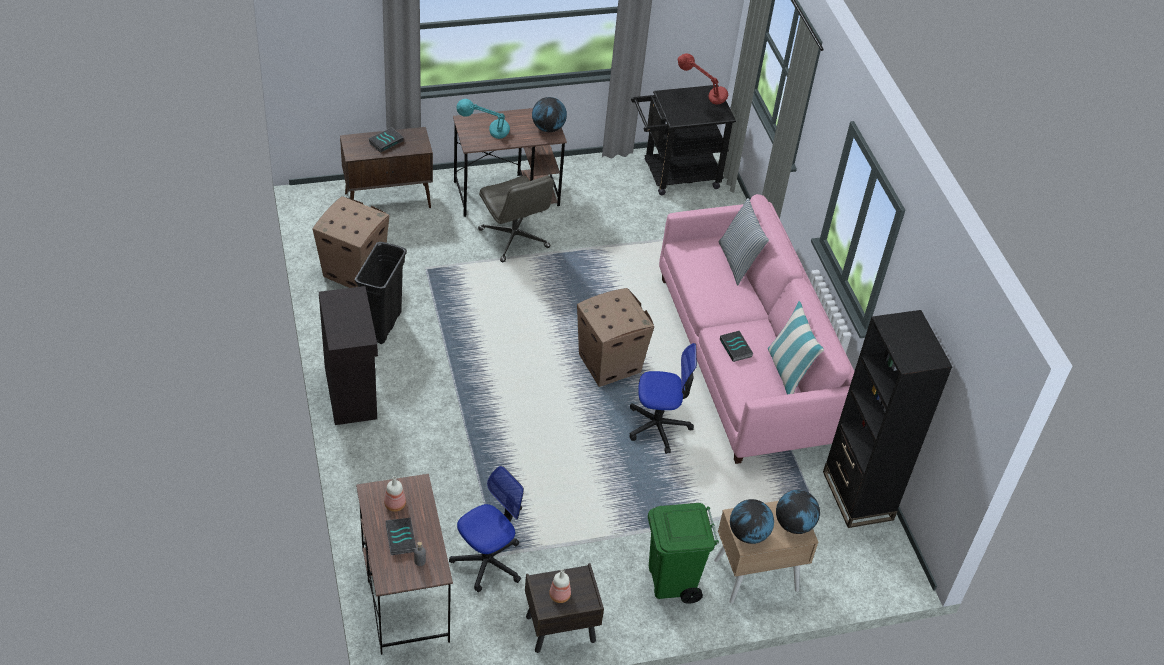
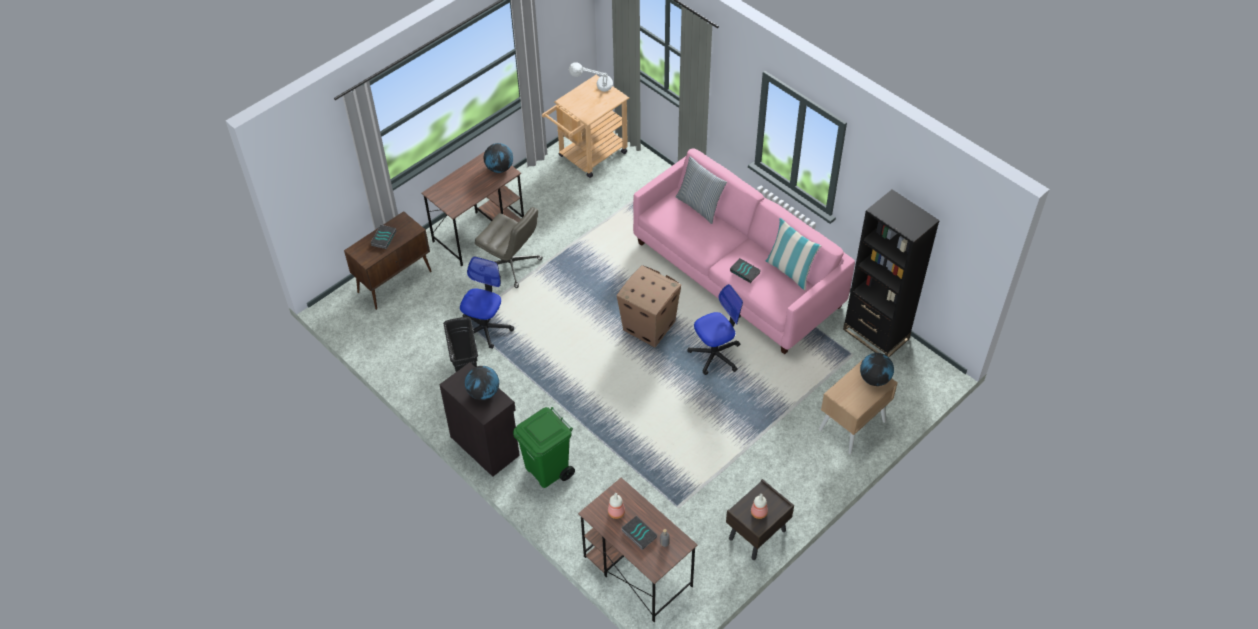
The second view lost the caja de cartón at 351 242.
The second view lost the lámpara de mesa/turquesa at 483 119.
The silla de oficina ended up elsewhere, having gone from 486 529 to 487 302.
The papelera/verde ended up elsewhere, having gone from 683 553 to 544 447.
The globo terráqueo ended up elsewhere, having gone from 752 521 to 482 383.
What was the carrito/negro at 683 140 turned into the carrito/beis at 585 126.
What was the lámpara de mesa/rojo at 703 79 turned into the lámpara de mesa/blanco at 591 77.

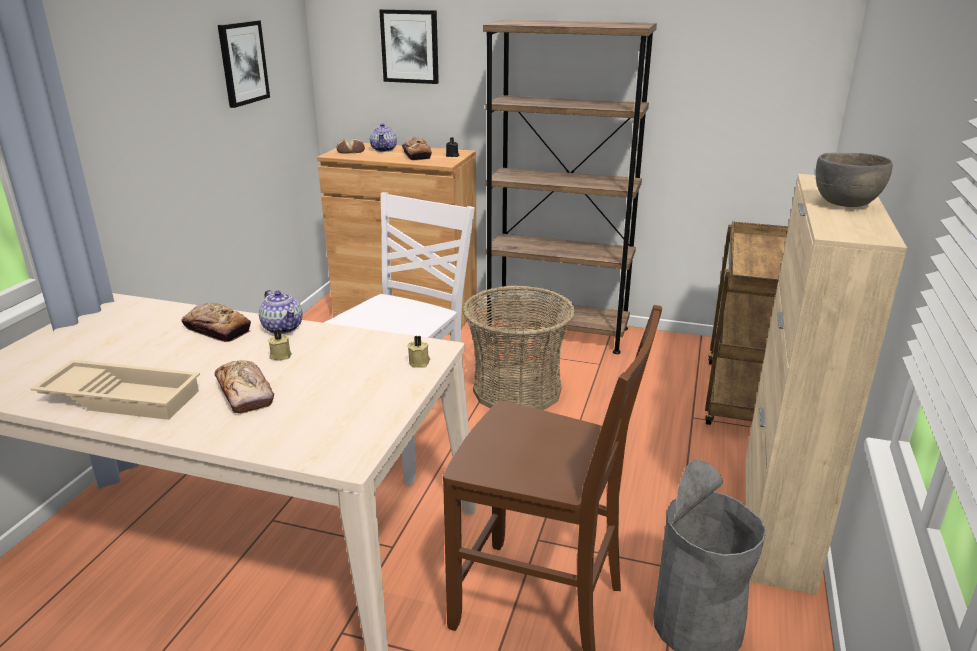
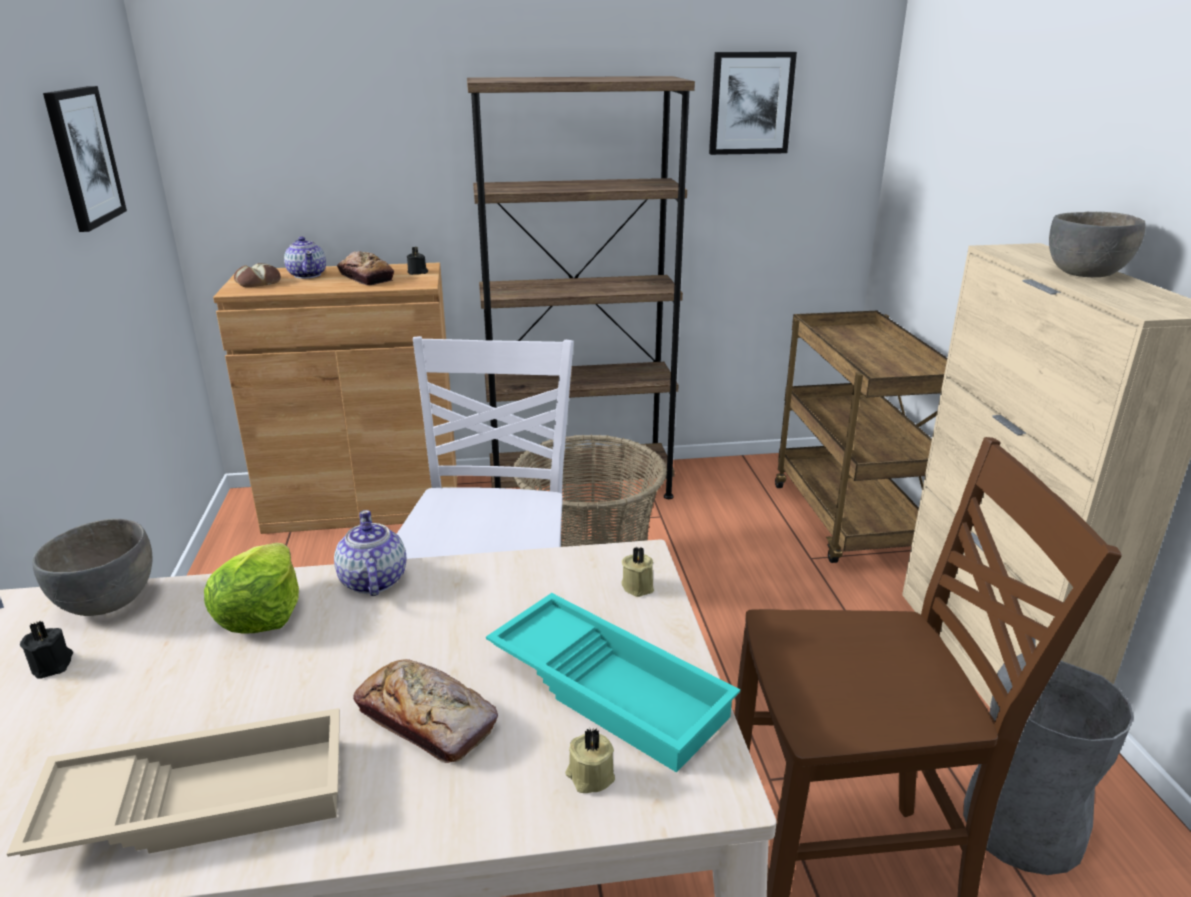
The second view gained the vela/negro at 46 650.
The second view gained the cuenco/gris at 92 567.
The second view gained the bandeja/turquesa at 613 683.
The vela/beis ended up elsewhere, having gone from 280 345 to 590 760.
The cuadro ended up elsewhere, having gone from 409 46 to 753 103.
Where the pan stood at 216 322, the lechuga came to stand at 251 588.
The tetera at 281 312 ended up facing another way, 135 degrees counterclockwise from before.

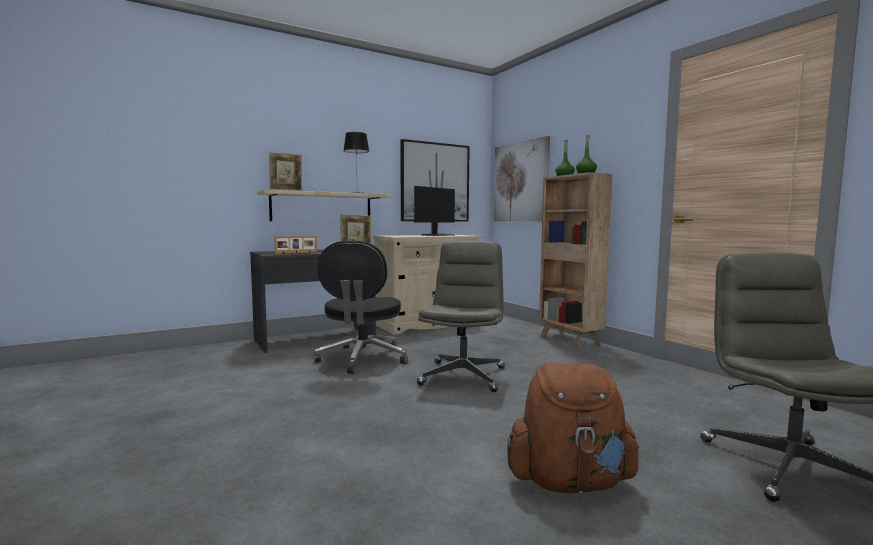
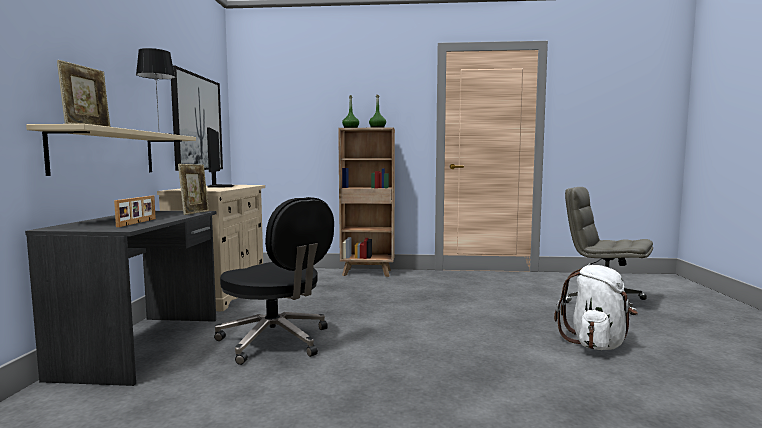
The second view lost the silla de oficina/gris at 461 316.
The second view lost the cuadro at 522 179.
What was the mochila/marrón at 573 428 turned into the mochila/blanco at 596 307.

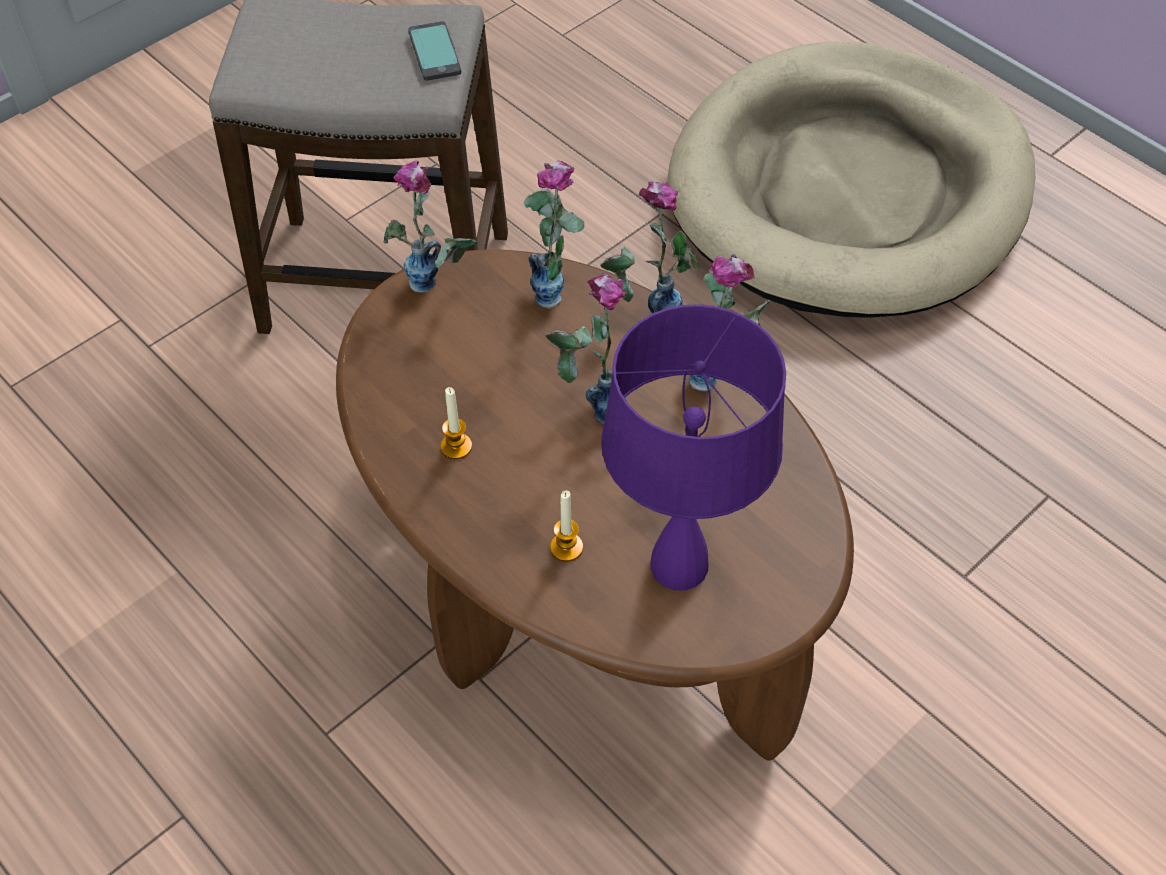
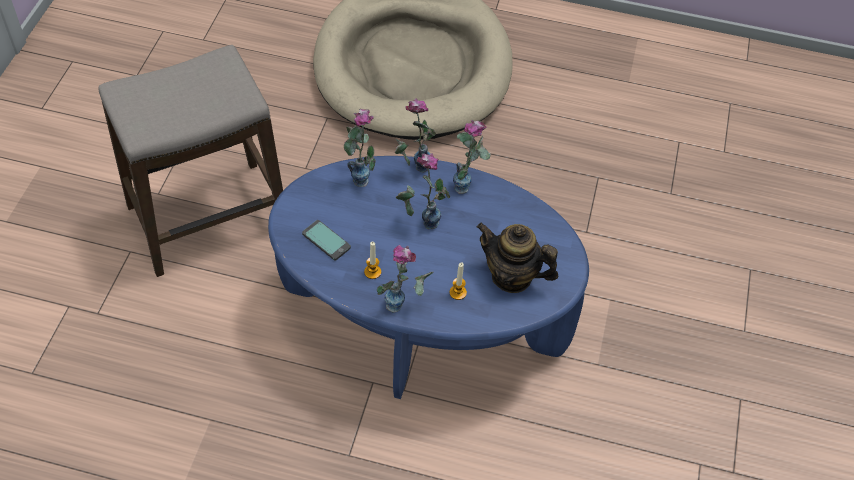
The florero ended up elsewhere, having gone from 430 227 to 405 278.
The móvil ended up elsewhere, having gone from 434 51 to 326 240.
Where the lámpara de mesa/morado stood at 693 447, the tetera came to stand at 517 258.
What was the mesa de centro/marrón at 595 505 turned into the mesa de centro/azul at 428 277.

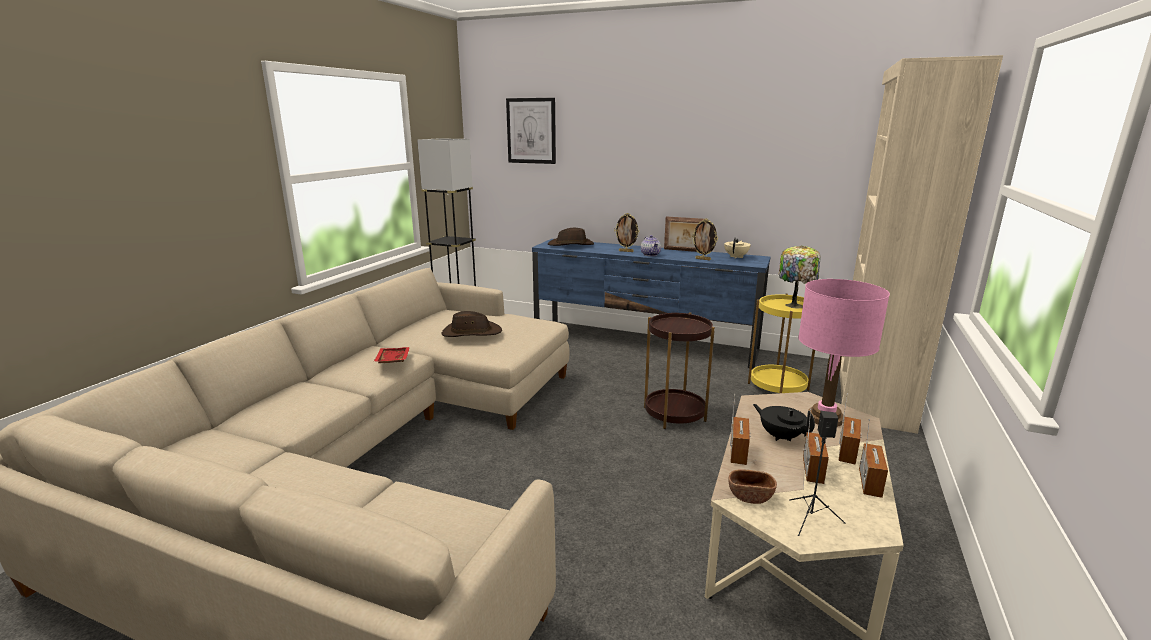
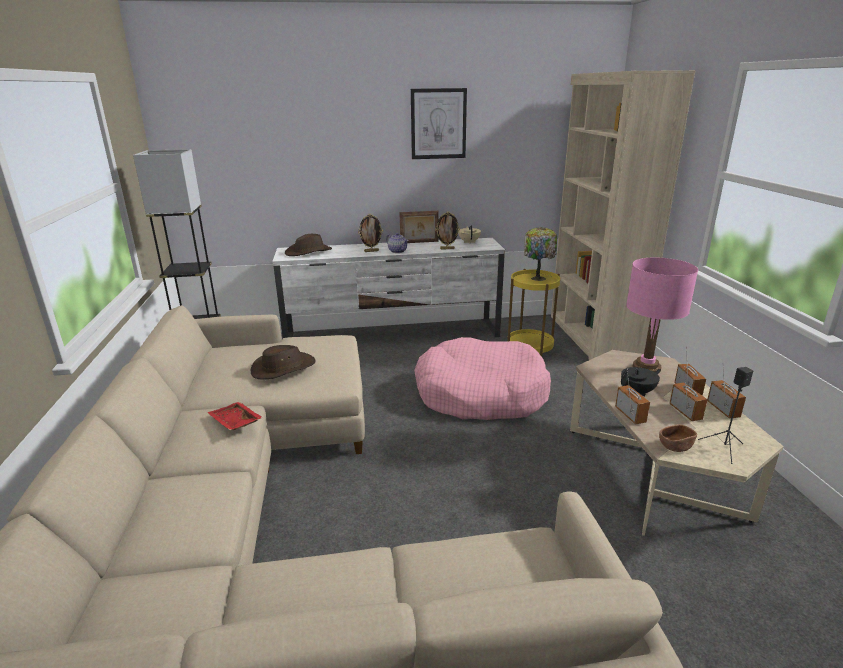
The cuadro ended up elsewhere, having gone from 531 131 to 439 123.
Where the mesa auxiliar/marrón stood at 679 370, the cama para perro/rosa came to stand at 482 378.
What was the mueble de televisión/azul at 651 304 turned into the mueble de televisión/blanco at 388 288.
The tetera/negro at 784 422 ended up facing another way, 135 degrees clockwise from before.

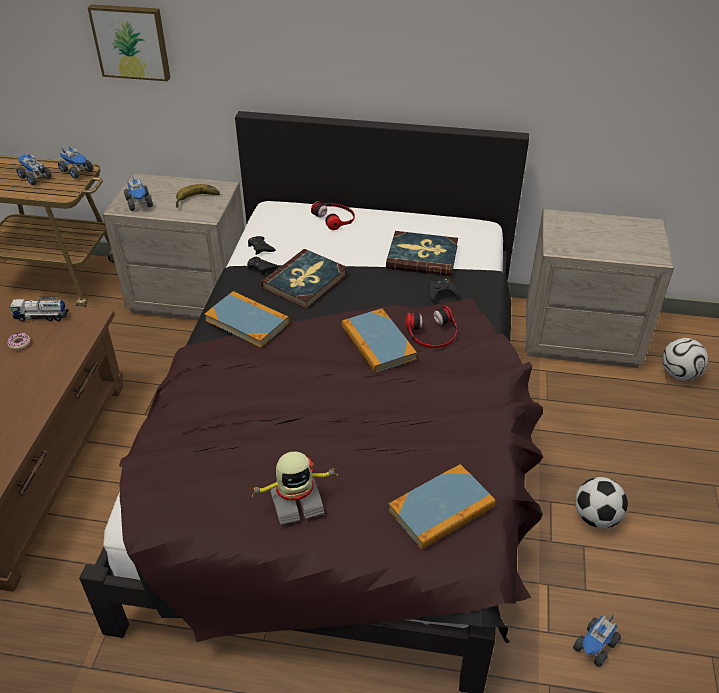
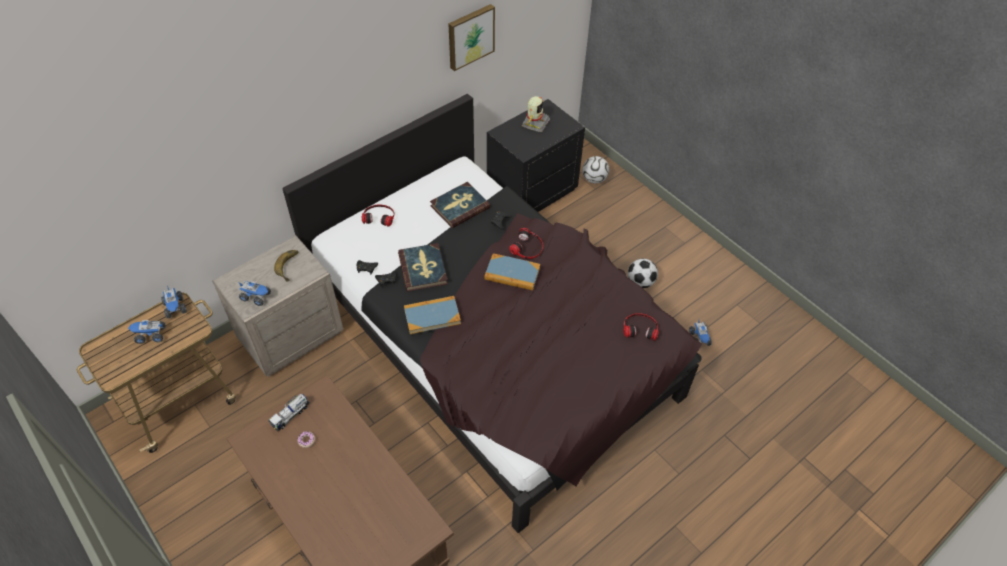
The cuadro ended up elsewhere, having gone from 129 42 to 471 37.
The robot de juguete ended up elsewhere, having gone from 294 488 to 536 114.
Where the libro stood at 442 507, the auriculares came to stand at 641 327.
What was the mesita de noche/beis at 600 288 turned into the mesita de noche/negro at 536 155.
The camión de juguete at 75 162 ended up facing another way, 75 degrees clockwise from before.

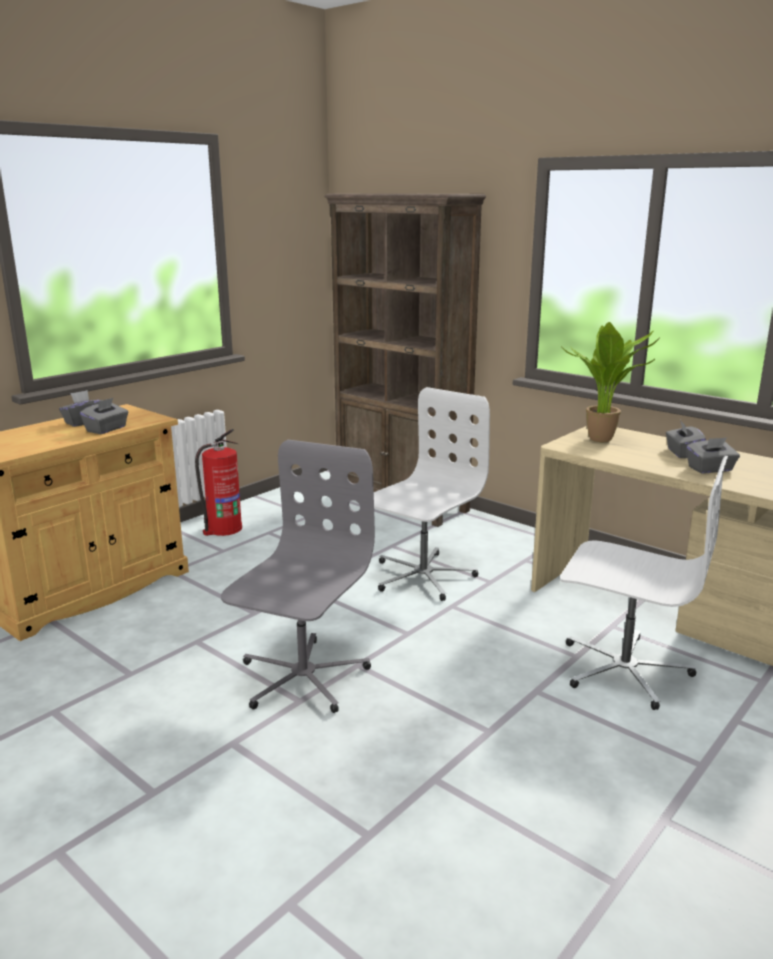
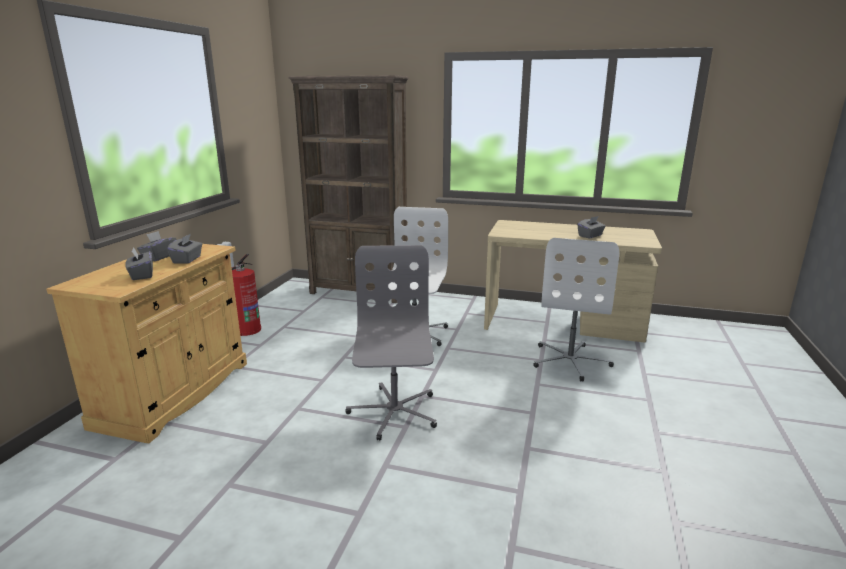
The second view lost the planta en maceta at 610 382.
The caja de pañuelos/gris ended up elsewhere, having gone from 686 439 to 139 263.
The silla de oficina/blanco at 644 583 ended up facing another way, 105 degrees clockwise from before.

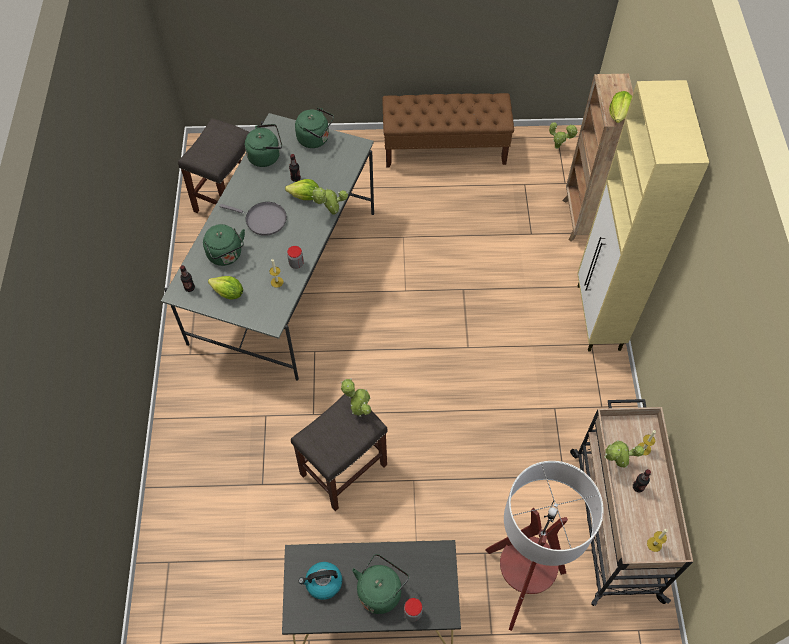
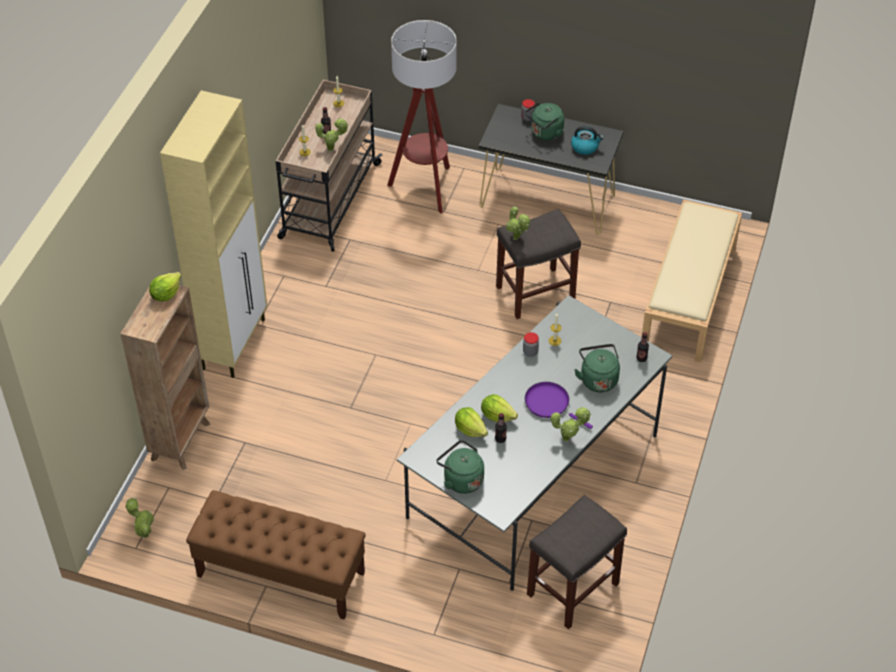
The second view lost the hervidor/verde at 263 145.
The second view gained the banco/beis at 692 280.
The lechuga ended up elsewhere, having gone from 225 288 to 471 422.
The planta en maceta ended up elsewhere, having gone from 330 201 to 571 424.
What was the sartén/gris at 253 219 turned into the sartén/morado at 559 405.

